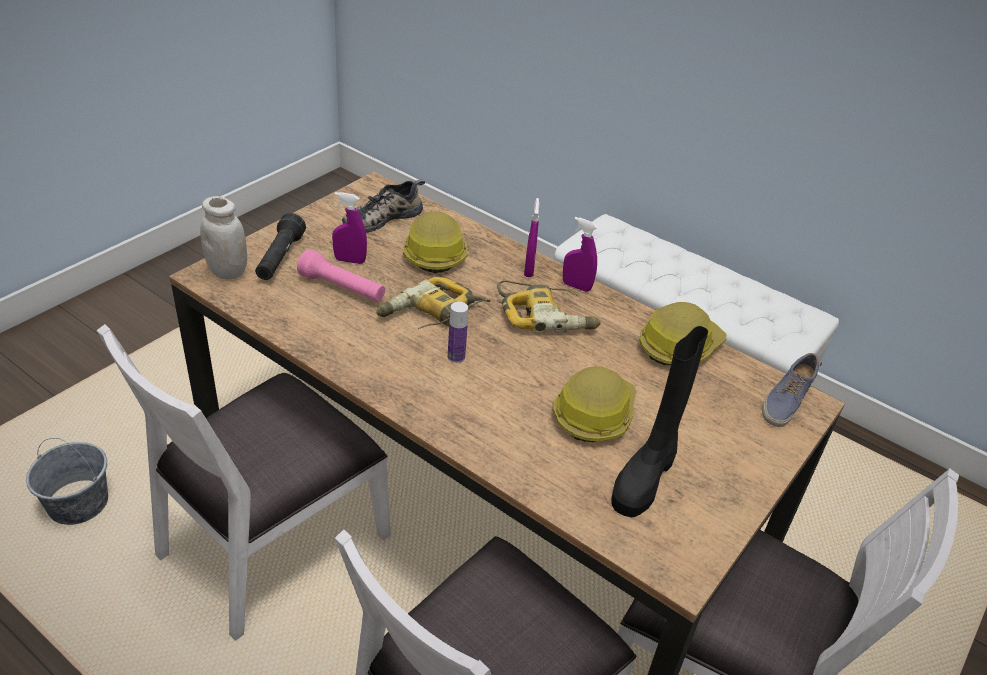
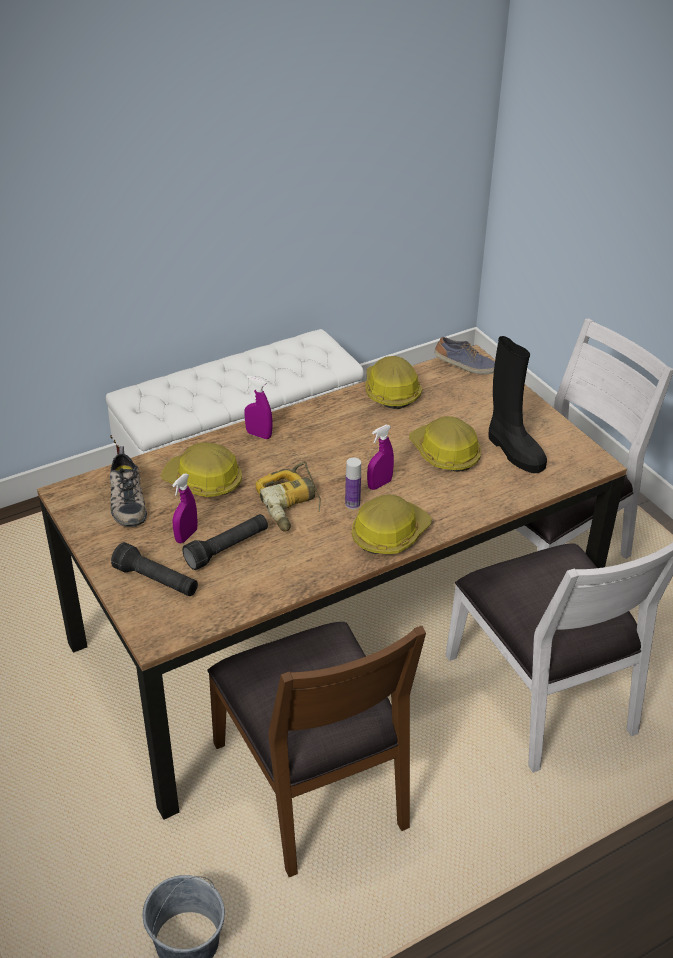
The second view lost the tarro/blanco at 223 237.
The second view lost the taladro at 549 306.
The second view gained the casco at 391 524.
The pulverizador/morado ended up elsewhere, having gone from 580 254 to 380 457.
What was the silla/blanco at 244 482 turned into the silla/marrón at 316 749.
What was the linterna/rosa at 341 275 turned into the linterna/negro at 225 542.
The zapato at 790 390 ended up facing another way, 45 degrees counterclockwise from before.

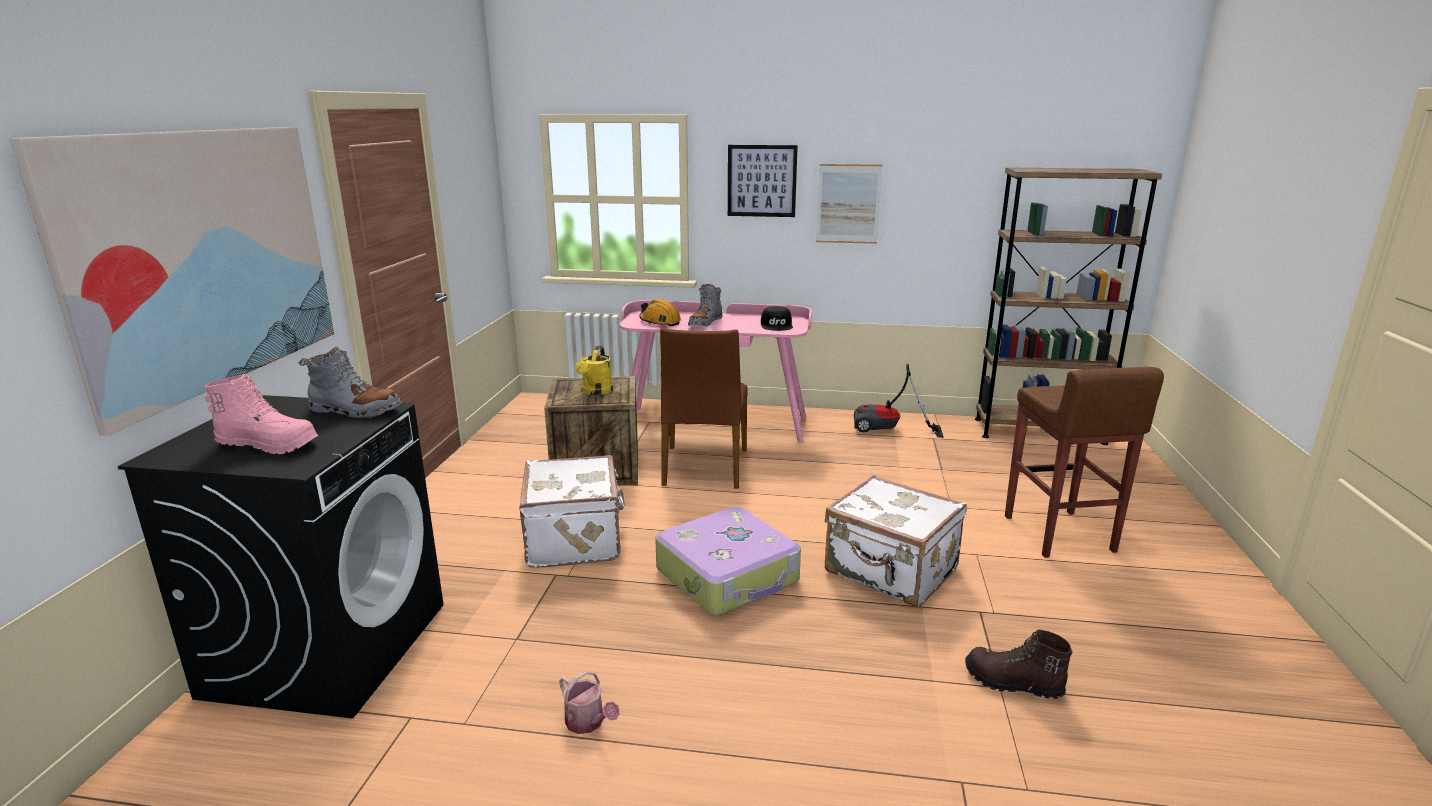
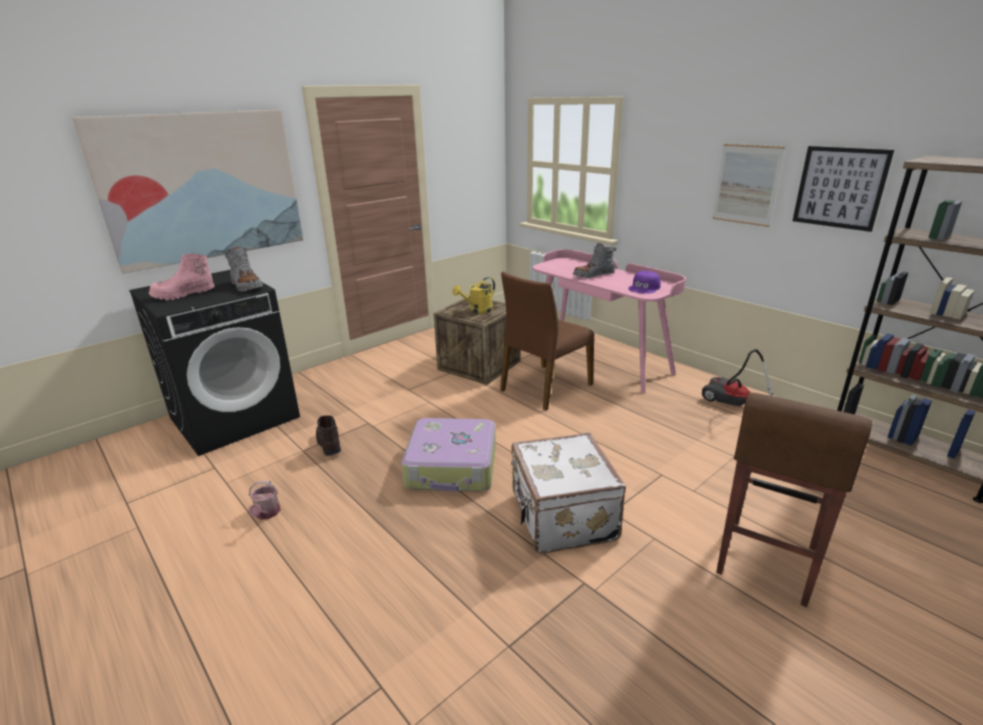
The second view lost the maleta/blanco at 572 511.
The second view lost the casco/naranja at 660 312.
The cuadro ended up elsewhere, having gone from 763 181 to 843 189.
The bota/marrón ended up elsewhere, having gone from 1018 664 to 328 435.
What was the gorra/negro at 777 318 turned into the gorra/morado at 644 282.
The bota/rosa at 261 414 ended up facing another way, 105 degrees clockwise from before.

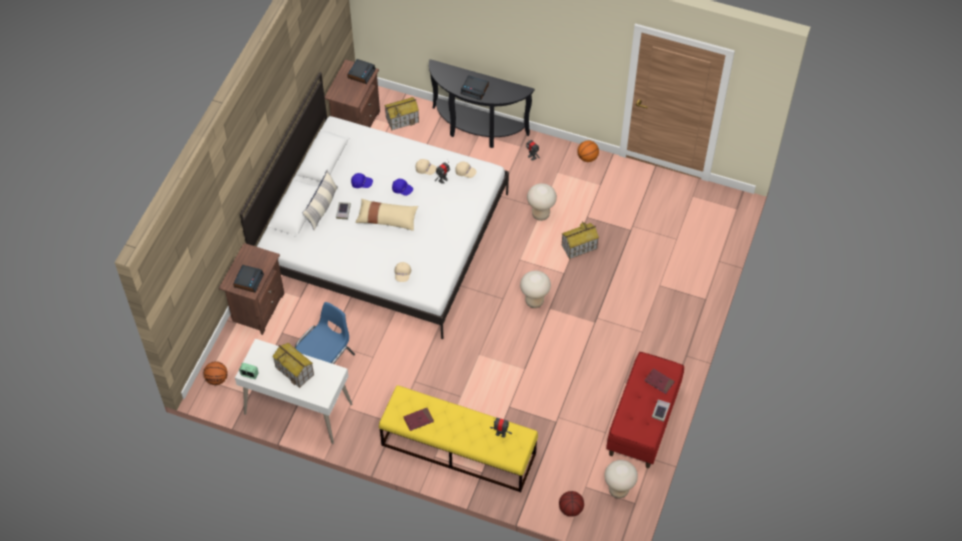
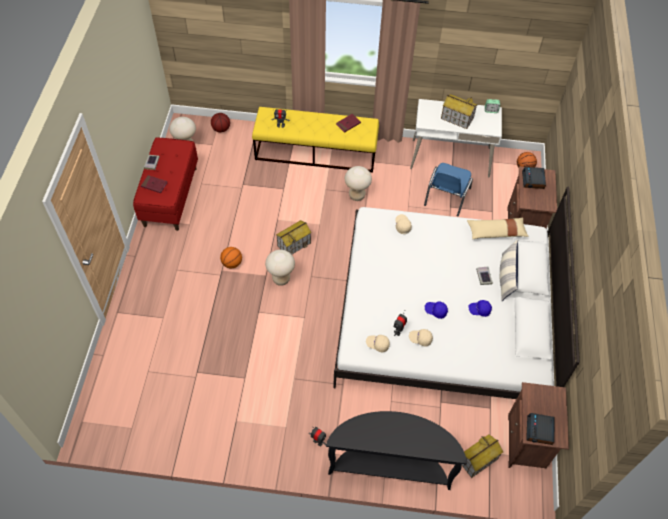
The second view lost the despertador at 475 87.
The cojín/beis ended up elsewhere, having gone from 386 215 to 498 228.
The taburete/beis ended up elsewhere, having gone from 542 202 to 358 183.
The casita ended up elsewhere, having gone from 580 240 to 294 237.
The balón de baloncesto ended up elsewhere, having gone from 588 151 to 231 257.

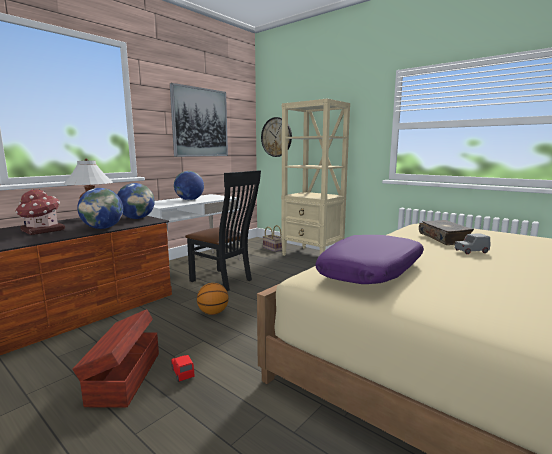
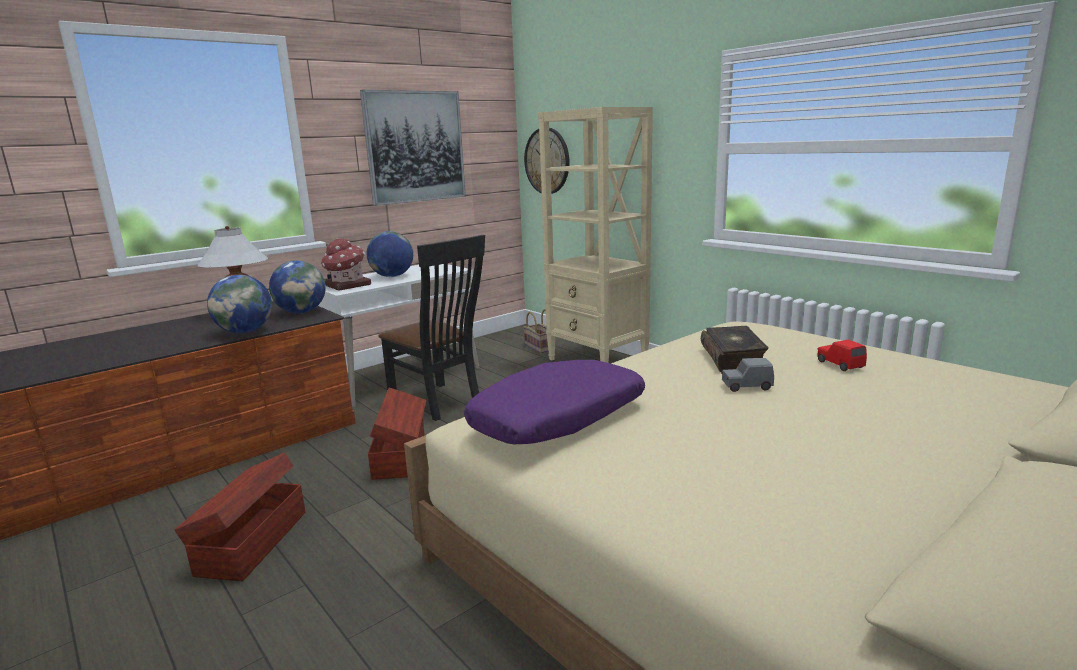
The casita ended up elsewhere, having gone from 40 212 to 346 265.
The coche de juguete/rojo ended up elsewhere, having gone from 183 368 to 842 355.
Where the balón de baloncesto stood at 213 299, the caja de almacenaje/marrón came to stand at 397 434.

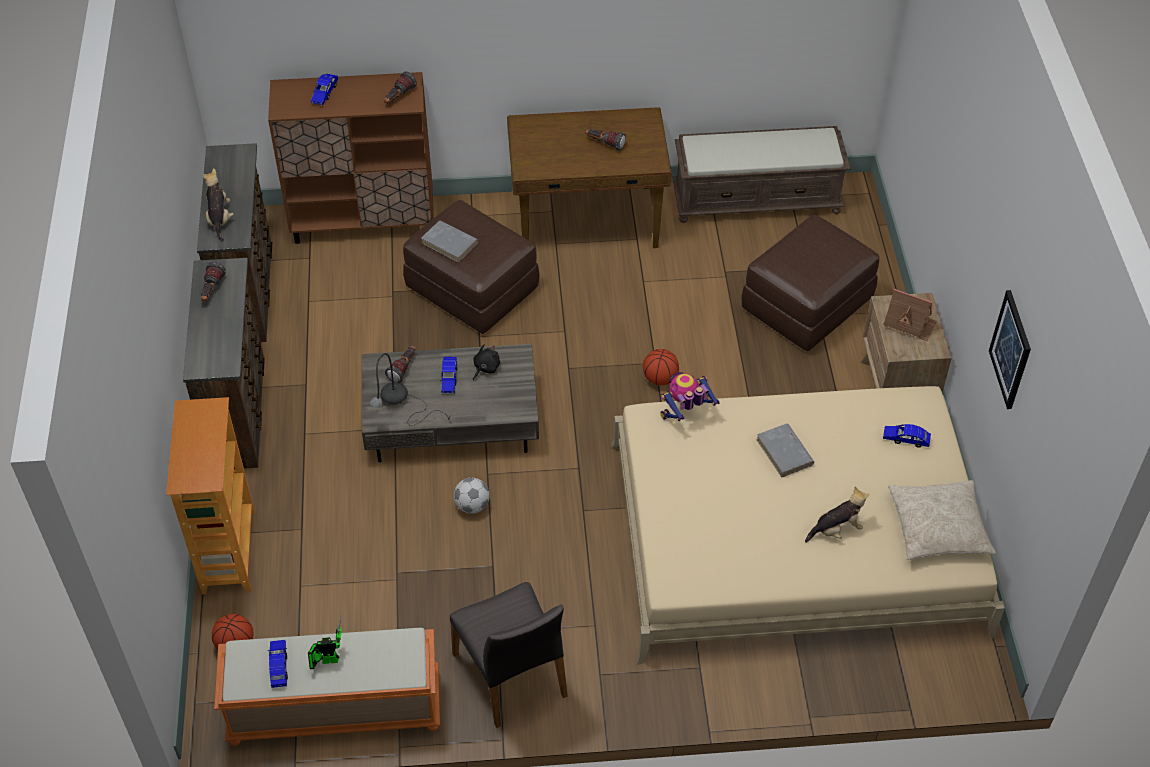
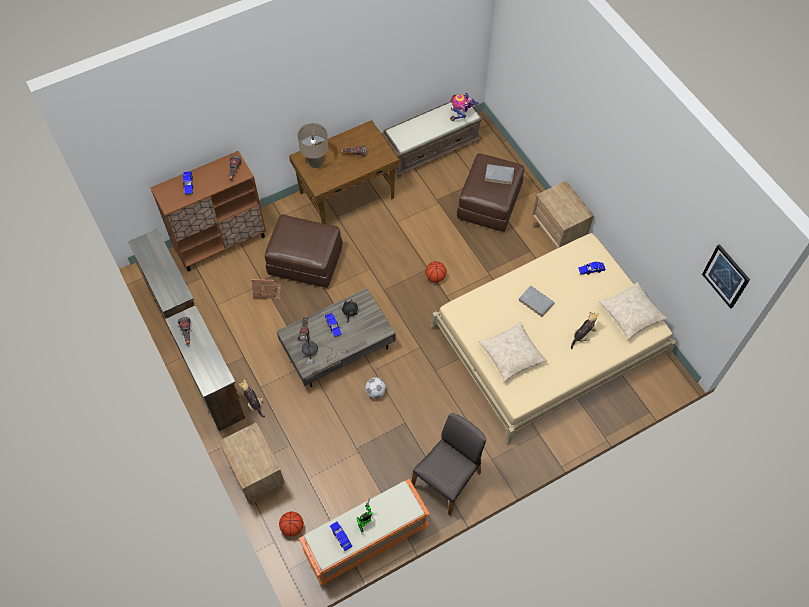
The second view gained the lámpara de mesa/beis at 313 146.
The second view gained the cojín/beis at 513 352.
The peluche ended up elsewhere, having gone from 218 205 to 252 398.
The libro/gris ended up elsewhere, having gone from 449 241 to 499 174.
The robot de juguete ended up elsewhere, having gone from 689 396 to 464 107.
The casita ended up elsewhere, having gone from 910 315 to 266 289.
The cuadro ended up elsewhere, having gone from 1010 349 to 726 276.
Where the estantería stood at 210 495, the mesita de noche/marrón came to stand at 252 464.
The silla/gris at 509 655 ended up facing another way, 90 degrees counterclockwise from before.

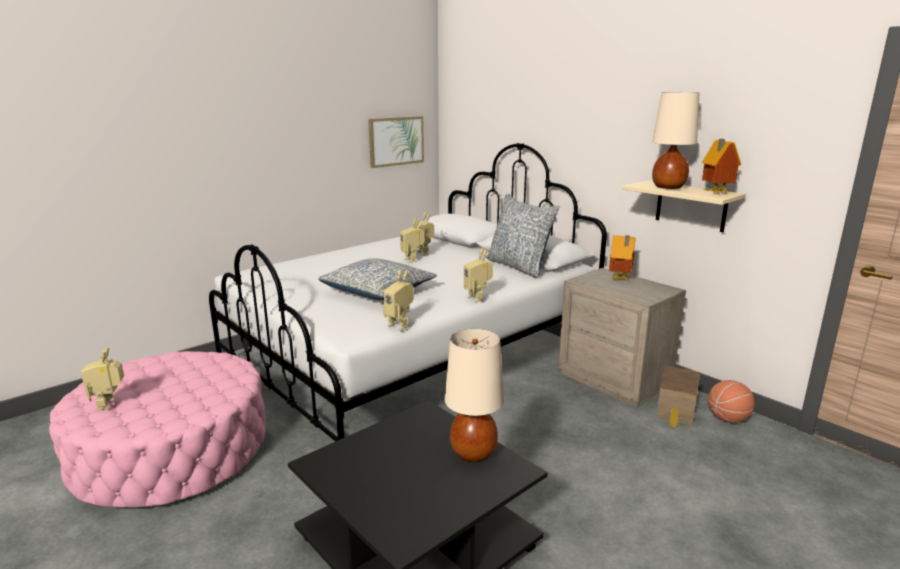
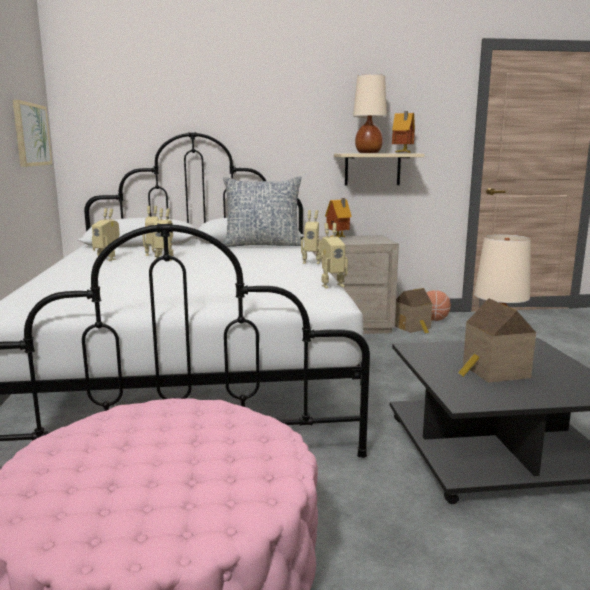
The second view lost the cojín at 377 279.
The second view gained the casita at 497 340.
The robot de juguete ended up elsewhere, having gone from 102 379 to 106 234.

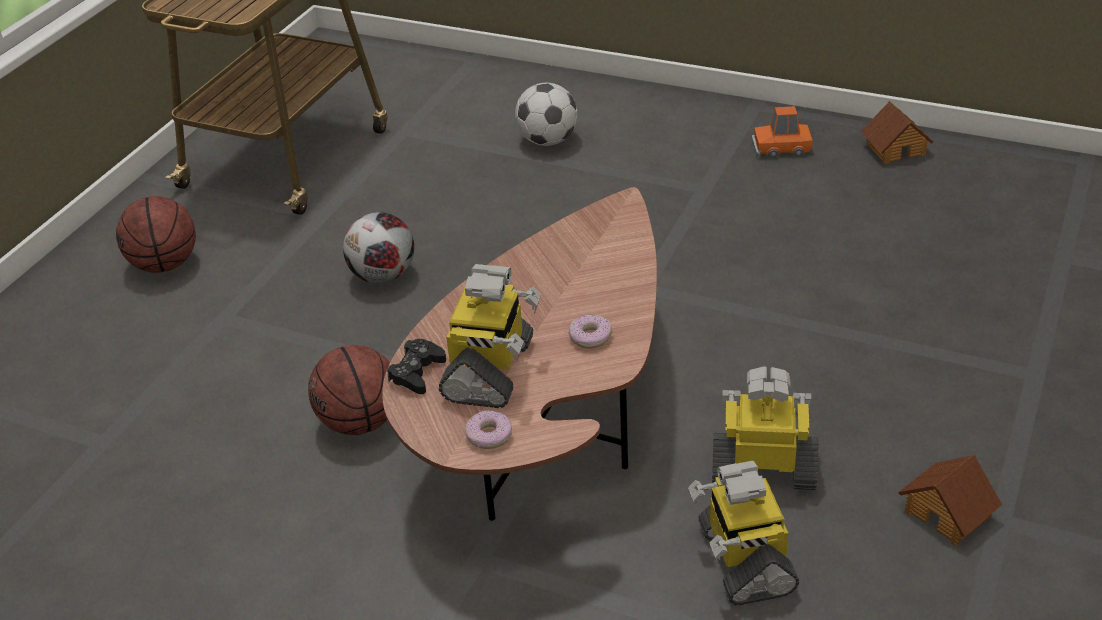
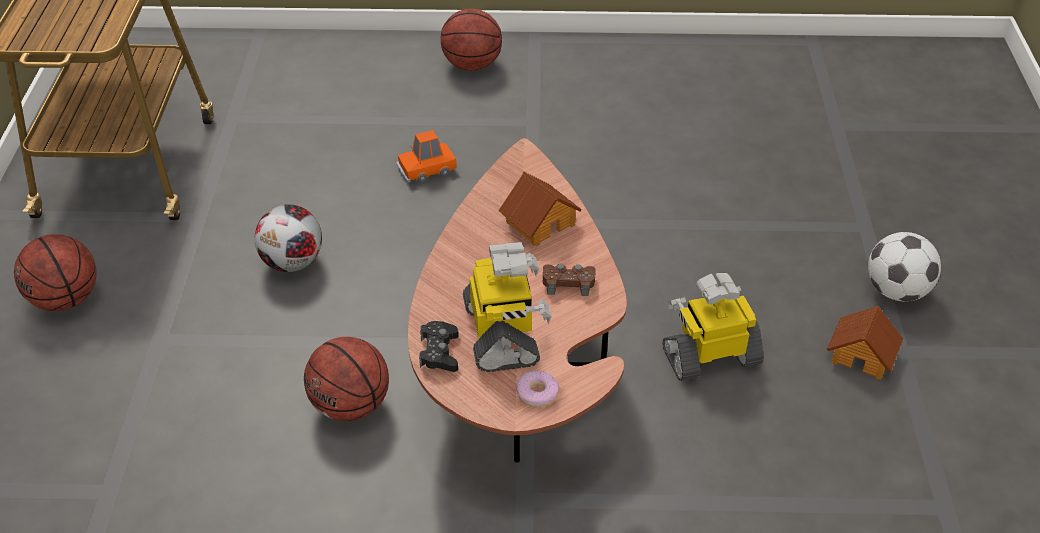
The second view lost the robot de juguete at 743 533.
The second view gained the balón de baloncesto at 471 40.
The balón de fútbol ended up elsewhere, having gone from 546 114 to 904 267.
The coche de juguete/naranja ended up elsewhere, having gone from 782 131 to 426 156.
The casita ended up elsewhere, having gone from 897 132 to 540 209.
Where the rosquilla stood at 590 331, the mando de consola/marrón came to stand at 569 280.

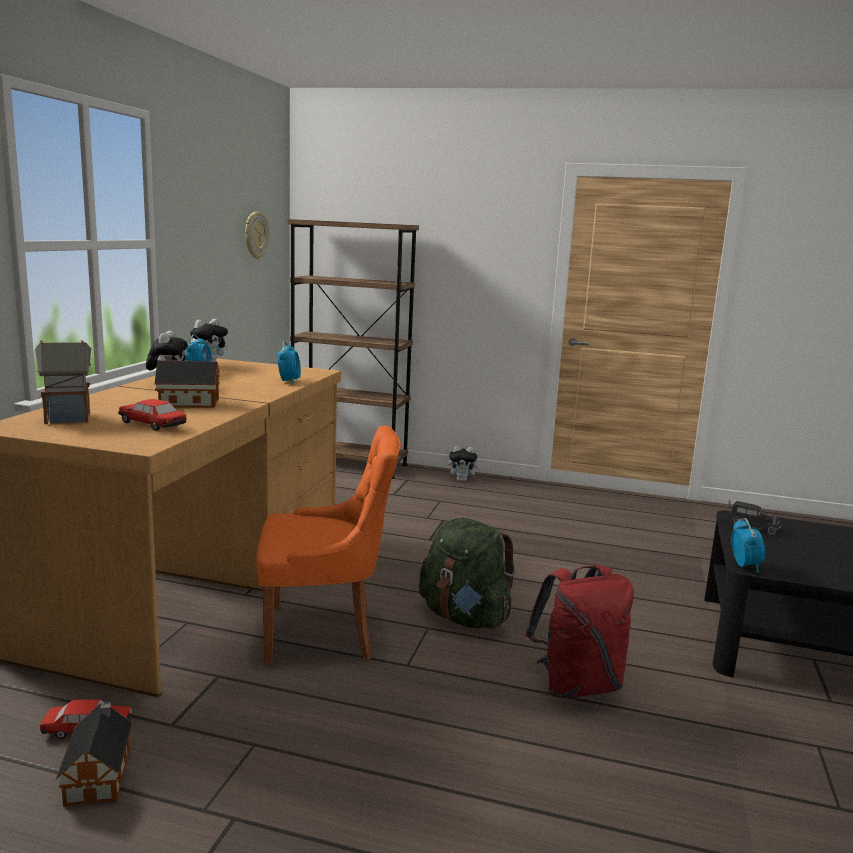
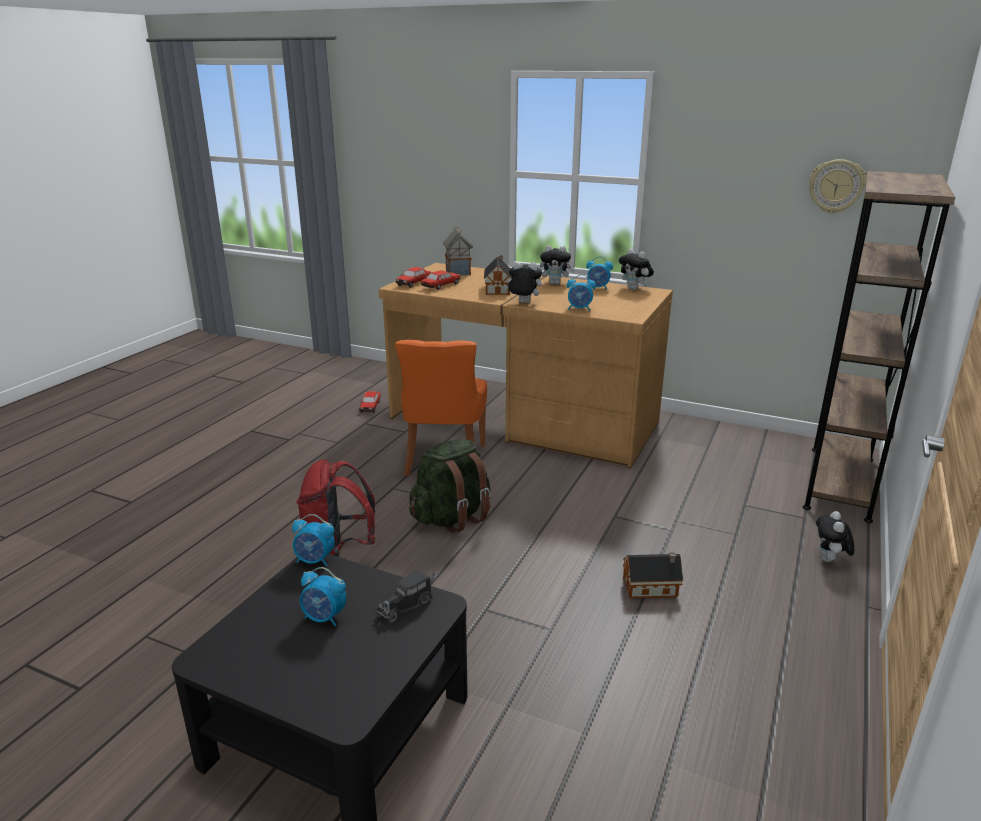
The second view gained the despertador at 323 597.
The second view gained the coche de juguete at 413 277.
The second view gained the peluche at 523 282.
The casita ended up elsewhere, having gone from 94 754 to 653 575.

